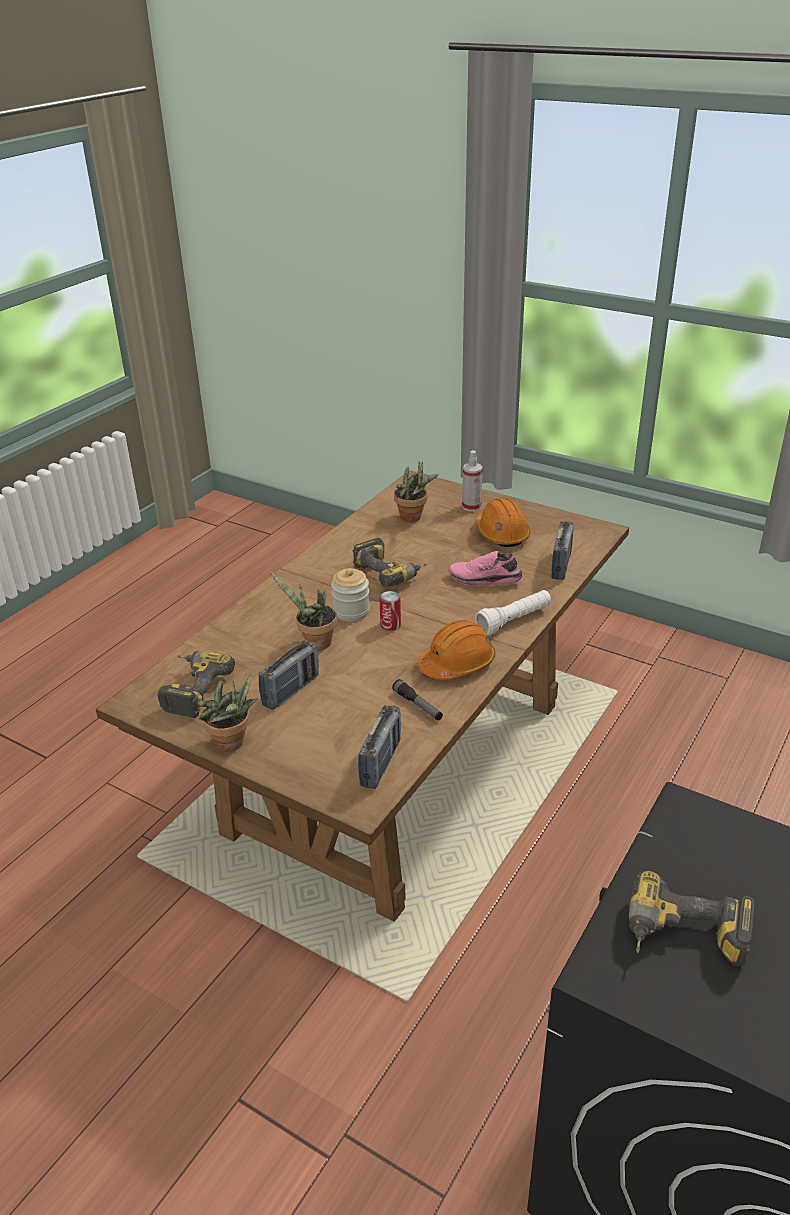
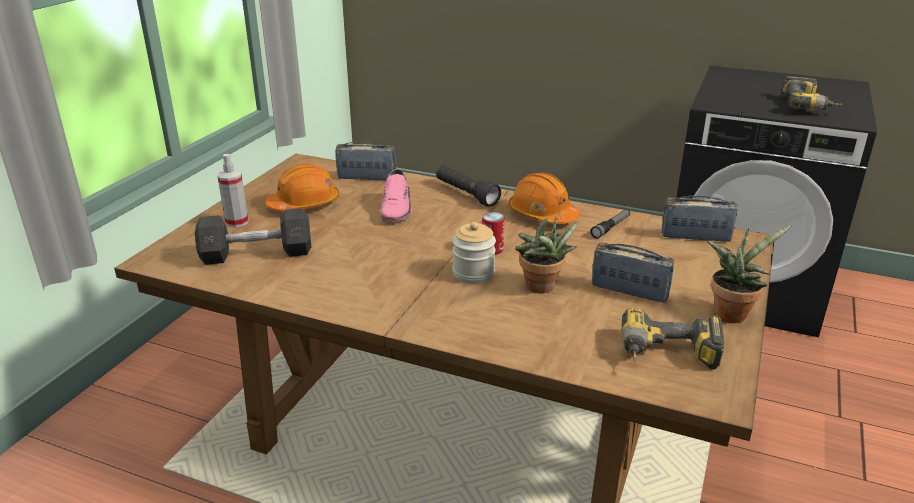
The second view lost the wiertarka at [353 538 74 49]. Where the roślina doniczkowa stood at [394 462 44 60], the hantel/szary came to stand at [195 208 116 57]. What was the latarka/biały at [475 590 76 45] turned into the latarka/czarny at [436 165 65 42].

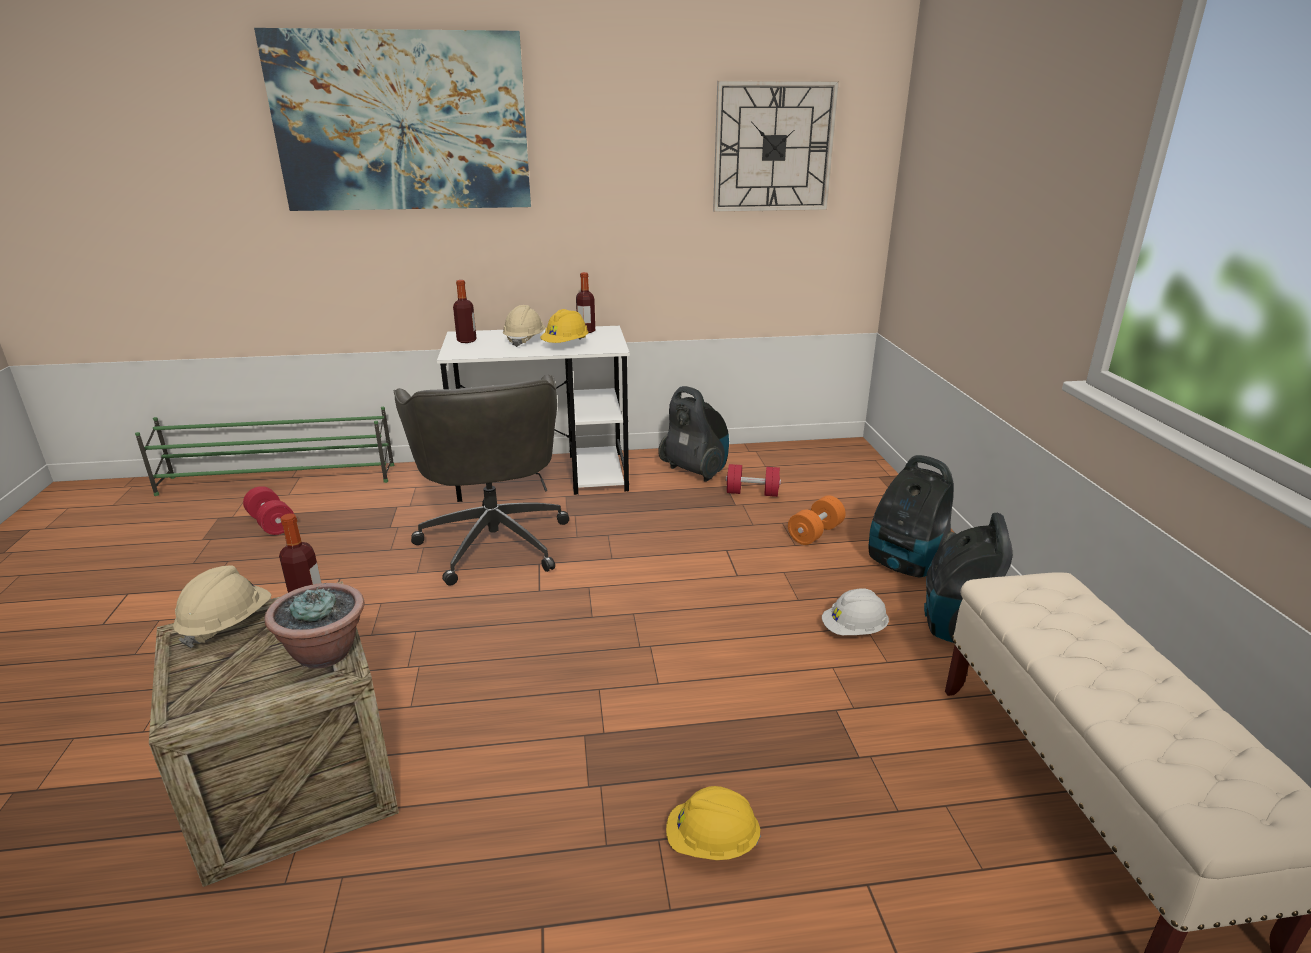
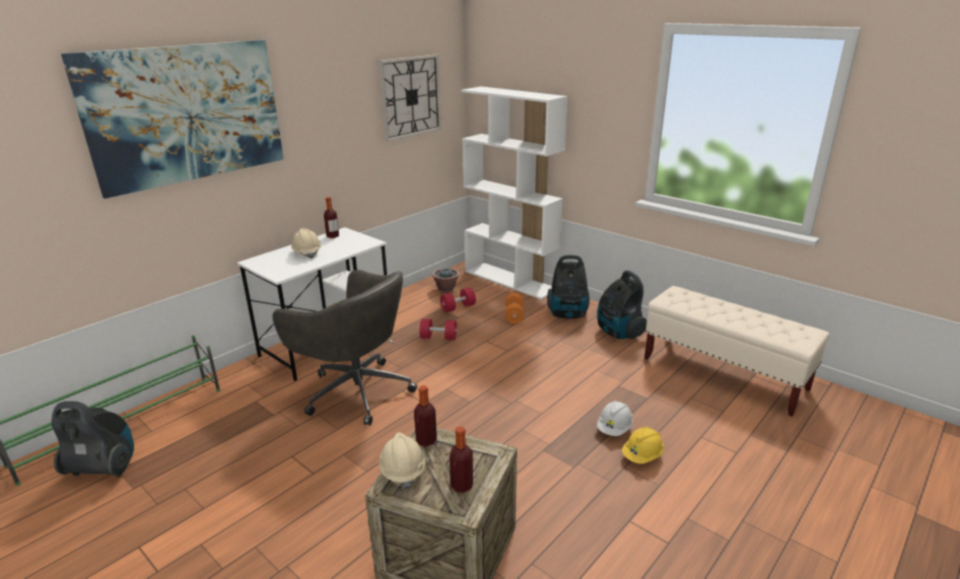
The second view lost the kask/żółty at [541 309 47 34]. The second view gained the regał/biały at [461 86 107 214]. The hantel/czerwony ended up elsewhere, having gone from [243 486 51 49] to [420 319 37 21]. The roślina doniczkowa ended up elsewhere, having gone from [265 583 99 85] to [432 267 28 25]. The butelka ended up elsewhere, having gone from [453 280 24 63] to [449 426 24 67]. The odkurzacz ended up elsewhere, having gone from [658 386 71 96] to [51 401 83 76]. The kask/biały ended up elsewhere, having gone from [822 588 67 47] to [597 401 36 35].

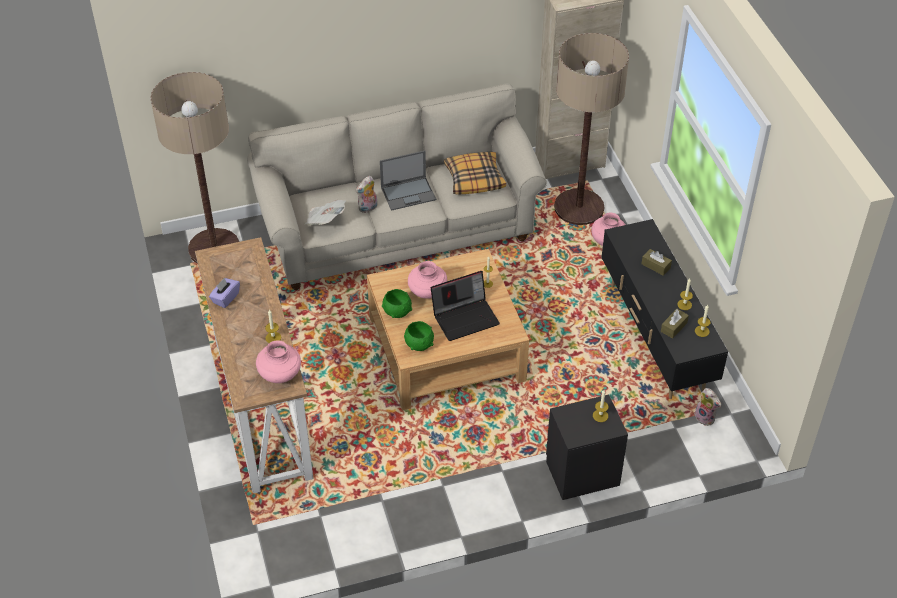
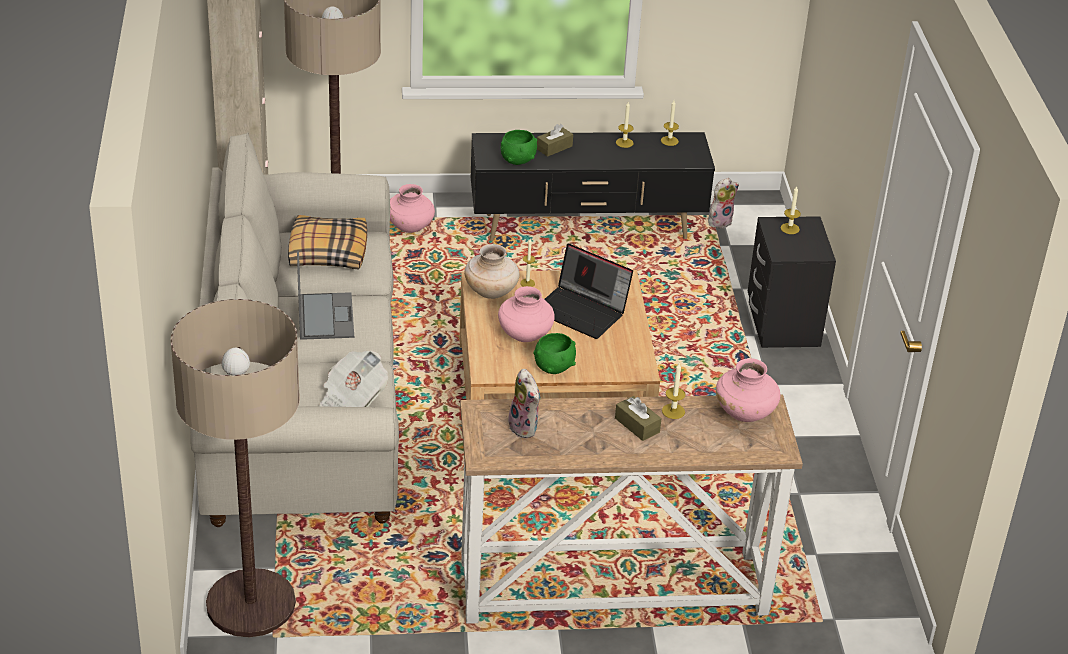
The second view lost the pudełko chusteczek/fioletowy at [209 278 31 30]. The second view gained the wazon/beżowy at [464 244 55 55]. The pluszak ended up elsewhere, having gone from [355 176 23 37] to [508 369 33 69]. The miska/zielony ended up elsewhere, having gone from [404 321 30 30] to [501 130 36 35]. The pudełko chusteczek/brązowy ended up elsewhere, having gone from [661 309 28 29] to [615 396 47 45]. The laptop at [431 271 69 70] ended up facing another way, 135 degrees clockwise from before.

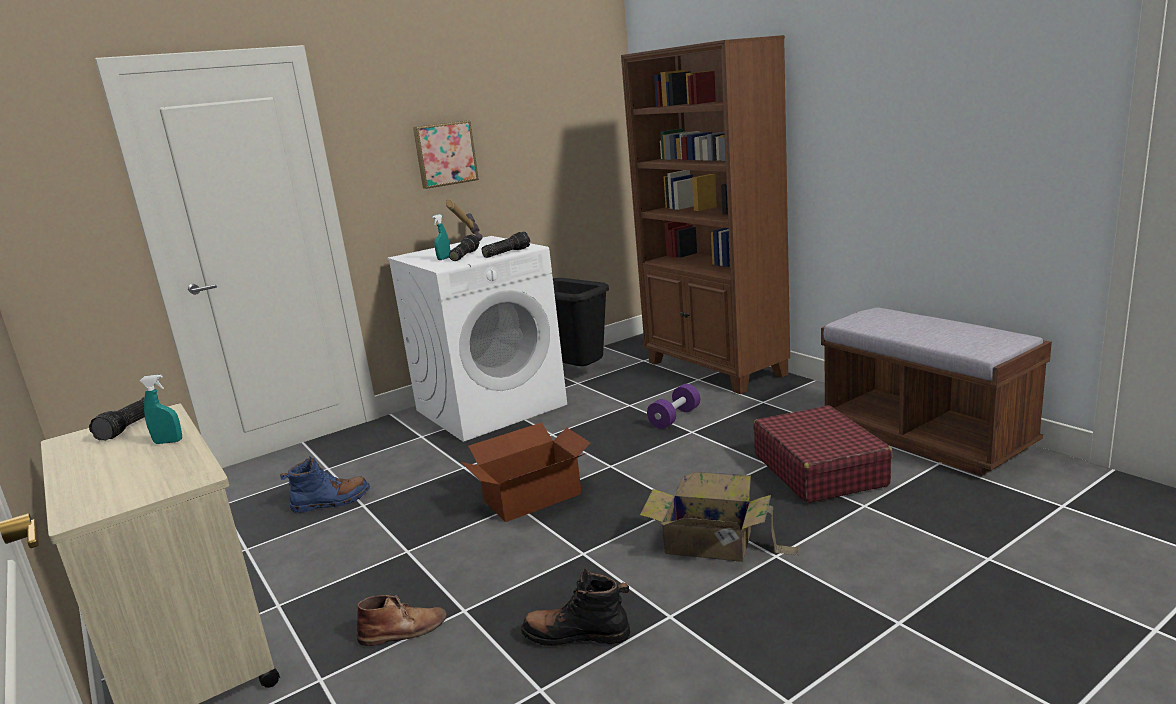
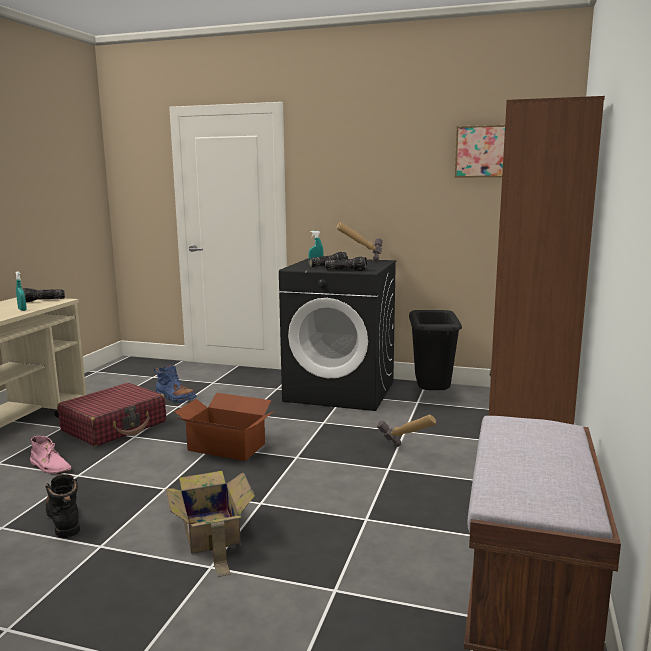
The obraz ended up elsewhere, having gone from [413 120 66 69] to [455 125 50 53]. The walizka/czerwony ended up elsewhere, having gone from [753 406 140 97] to [57 383 109 63]. Where the hantel/fioletowy stood at [647 384 53 45], the młotek came to stand at [377 415 59 32]. What was the but z cholewką/brązowy at [357 595 90 51] turned into the but z cholewką/różowy at [30 436 42 38]. What was the pralka/biały at [387 236 180 206] turned into the pralka/czarny at [279 258 117 153].

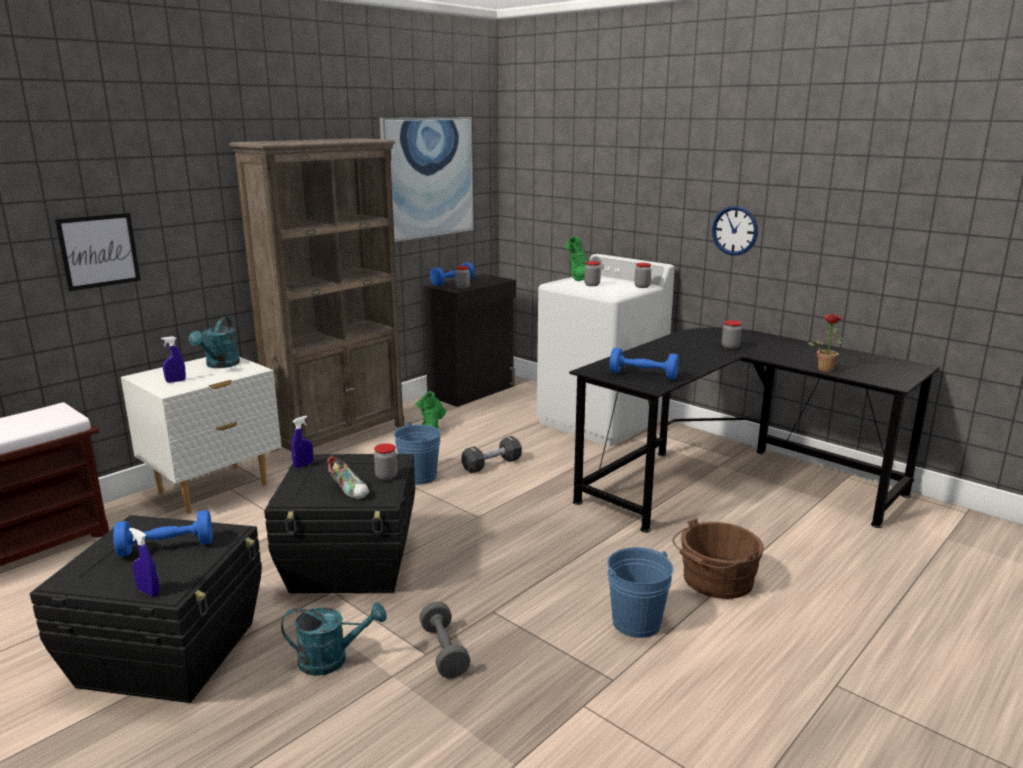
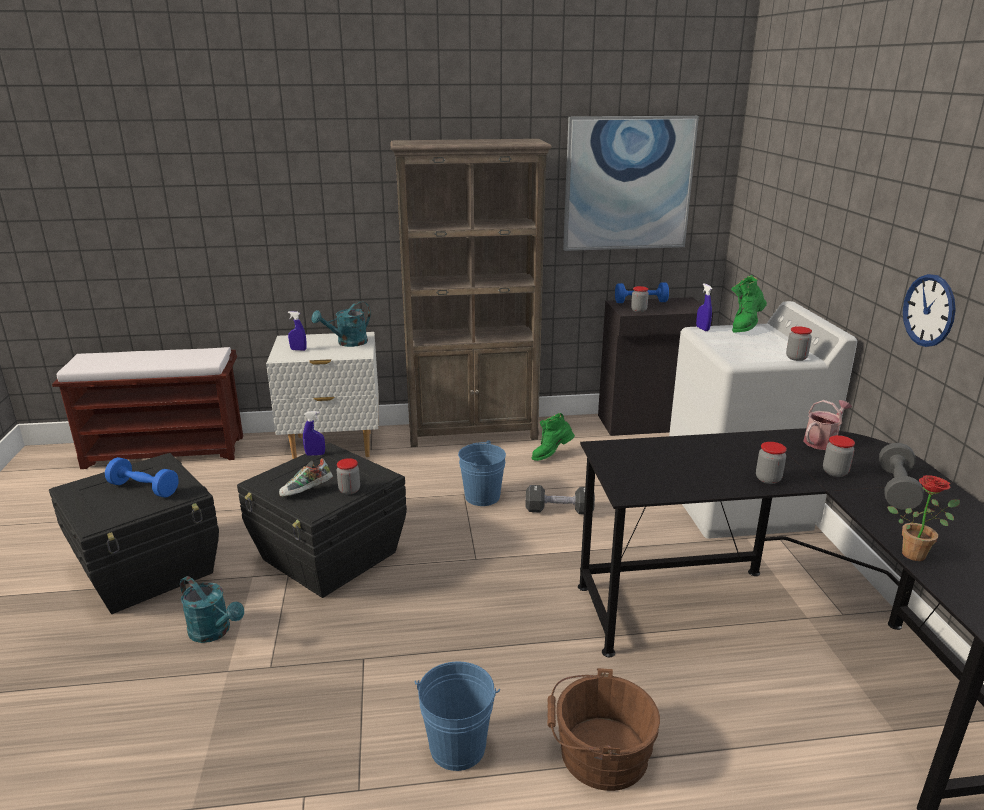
The second view lost the obraz at [55 213 86 78]. The second view lost the hantel/niebieski at [609 348 70 32]. The second view gained the konewka at [803 400 49 50]. The spryskiwacz/niebieski ended up elsewhere, having gone from [129 528 31 68] to [696 283 16 48]. The hantel/szary ended up elsewhere, having gone from [420 602 51 76] to [879 443 45 67]. The słoik ended up elsewhere, having gone from [584 261 17 25] to [756 442 31 42]. The but at [327 456 42 43] ended up facing another way, 60 degrees clockwise from before.

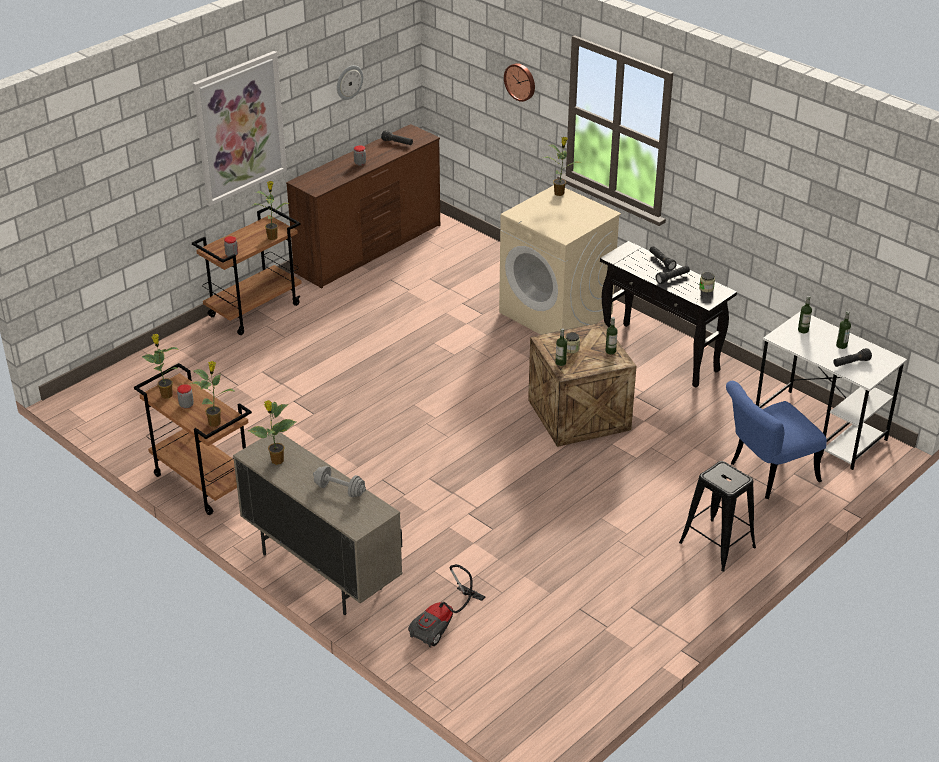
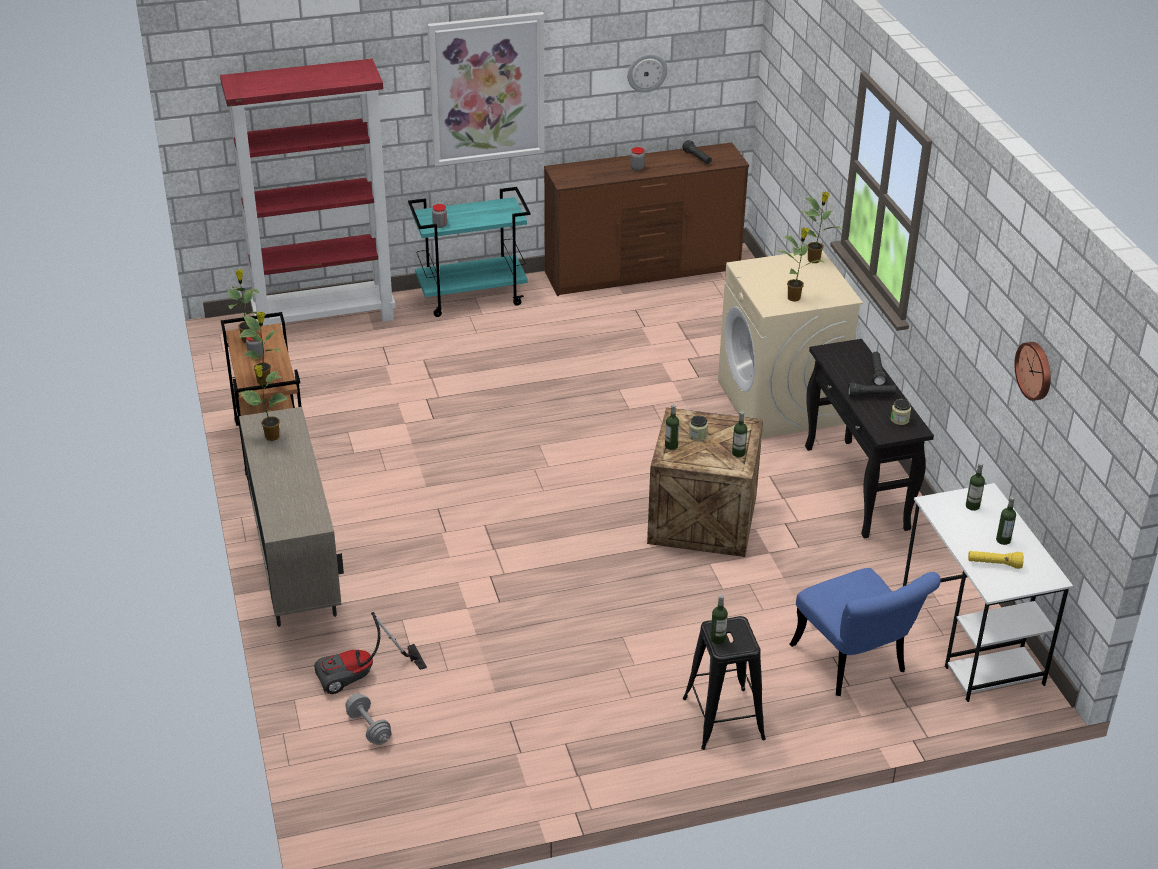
The second view gained the regał/czerwony at [220 59 176 267]. The second view gained the butelka at [710 595 18 49]. The roślina doniczkowa ended up elsewhere, having gone from [251 181 39 59] to [775 227 48 75]. The hantel/szary ended up elsewhere, having gone from [313 466 53 31] to [345 693 47 52]. The zegar ścienny ended up elsewhere, having gone from [504 63 31 39] to [1014 342 37 59]. What was the wózek/brązowy at [192 206 110 129] turned into the wózek/turkusowy at [408 187 123 130]. What was the latarka/czarny at [833 348 39 19] turned into the latarka/żółty at [968 551 56 18]. The krzesło/niebieski at [726 381 101 118] ended up facing another way, 120 degrees counterclockwise from before.

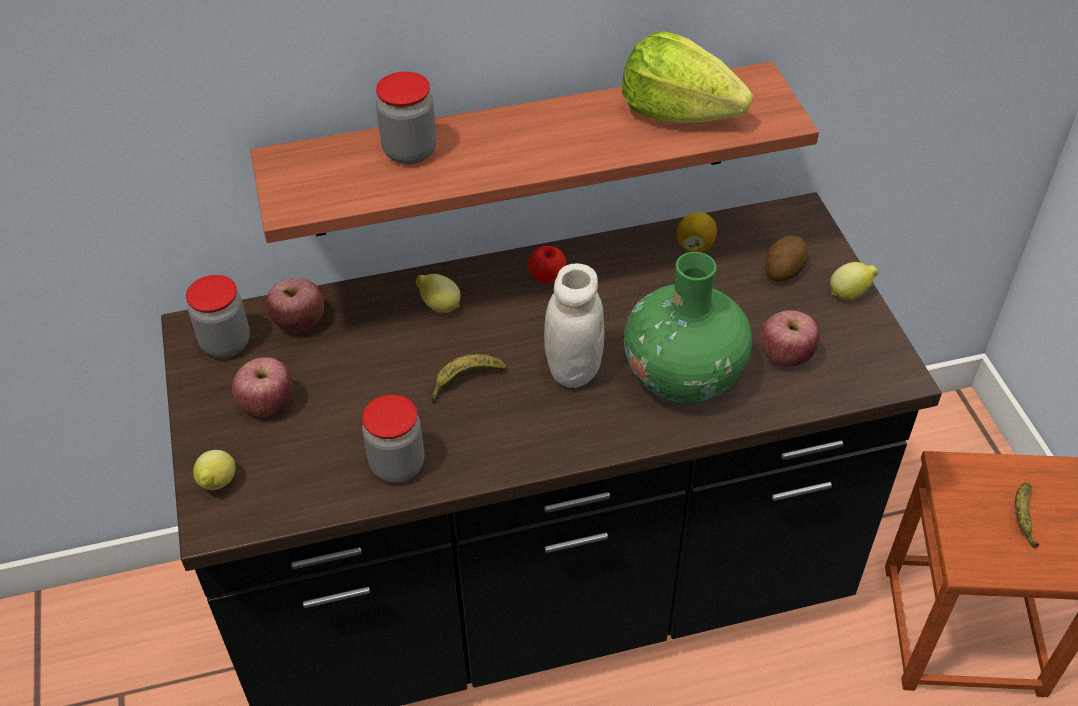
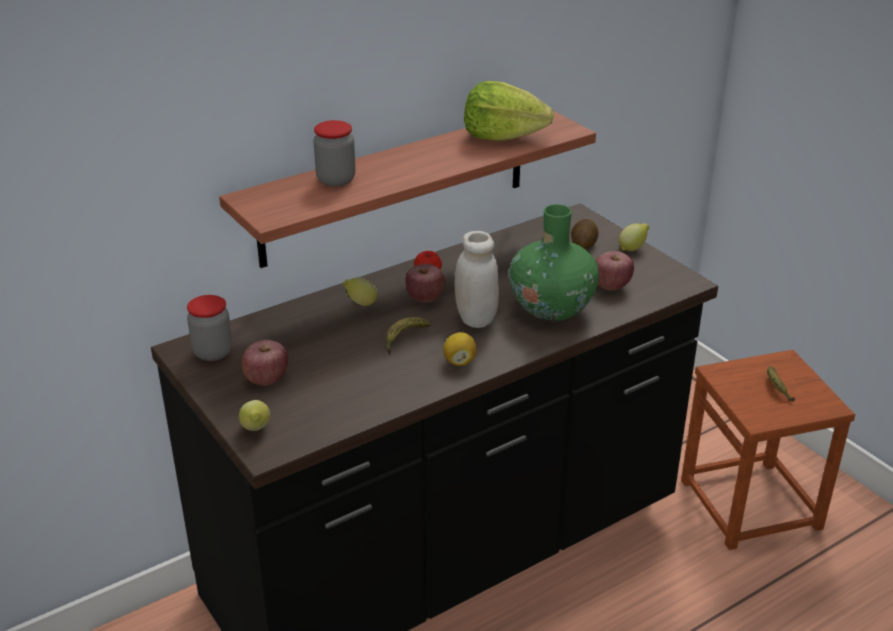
The second view lost the słoik at [362 394 62 89]. The jabłko ended up elsewhere, having gone from [266 278 58 53] to [405 264 40 38]. The cytryna ended up elsewhere, having gone from [677 212 40 40] to [443 332 34 34].

